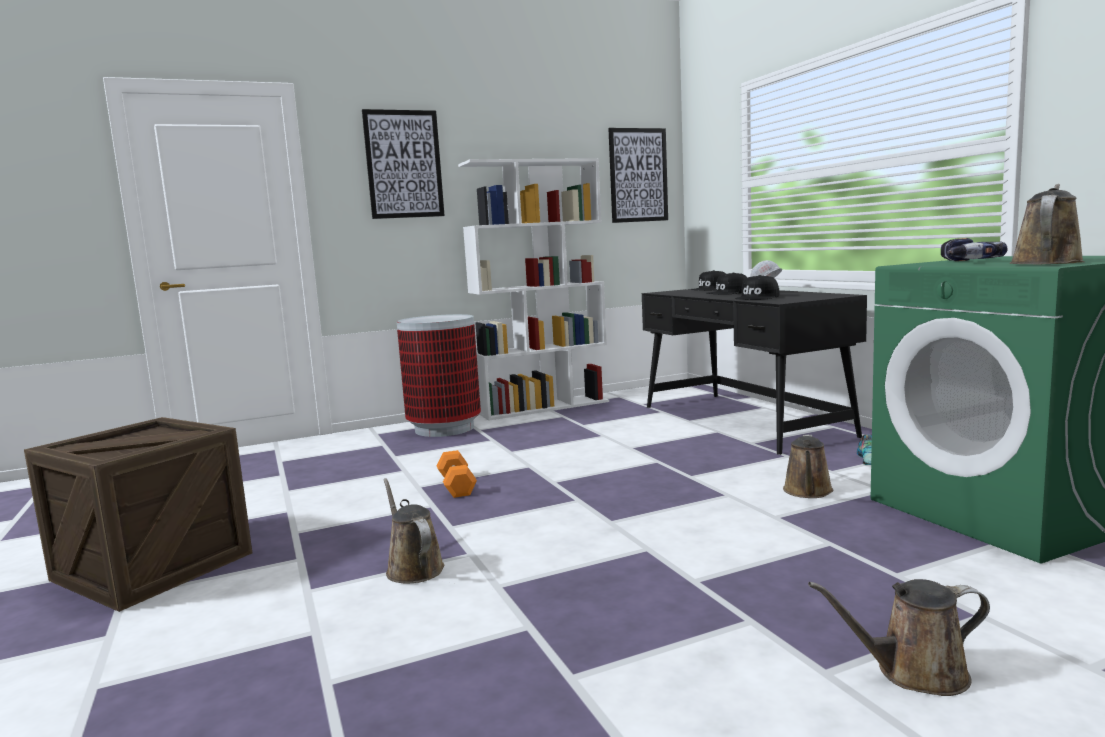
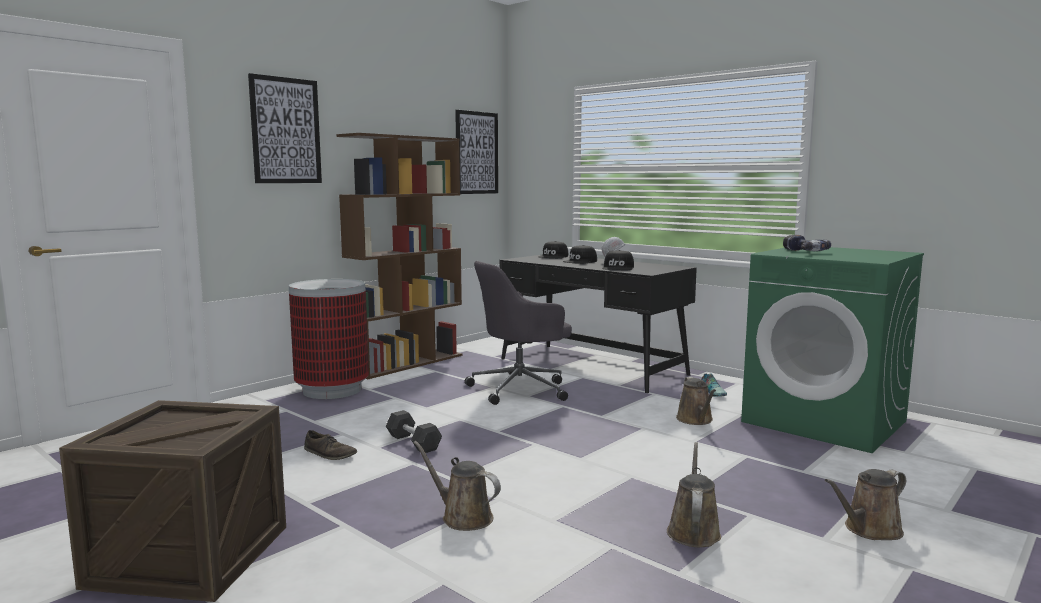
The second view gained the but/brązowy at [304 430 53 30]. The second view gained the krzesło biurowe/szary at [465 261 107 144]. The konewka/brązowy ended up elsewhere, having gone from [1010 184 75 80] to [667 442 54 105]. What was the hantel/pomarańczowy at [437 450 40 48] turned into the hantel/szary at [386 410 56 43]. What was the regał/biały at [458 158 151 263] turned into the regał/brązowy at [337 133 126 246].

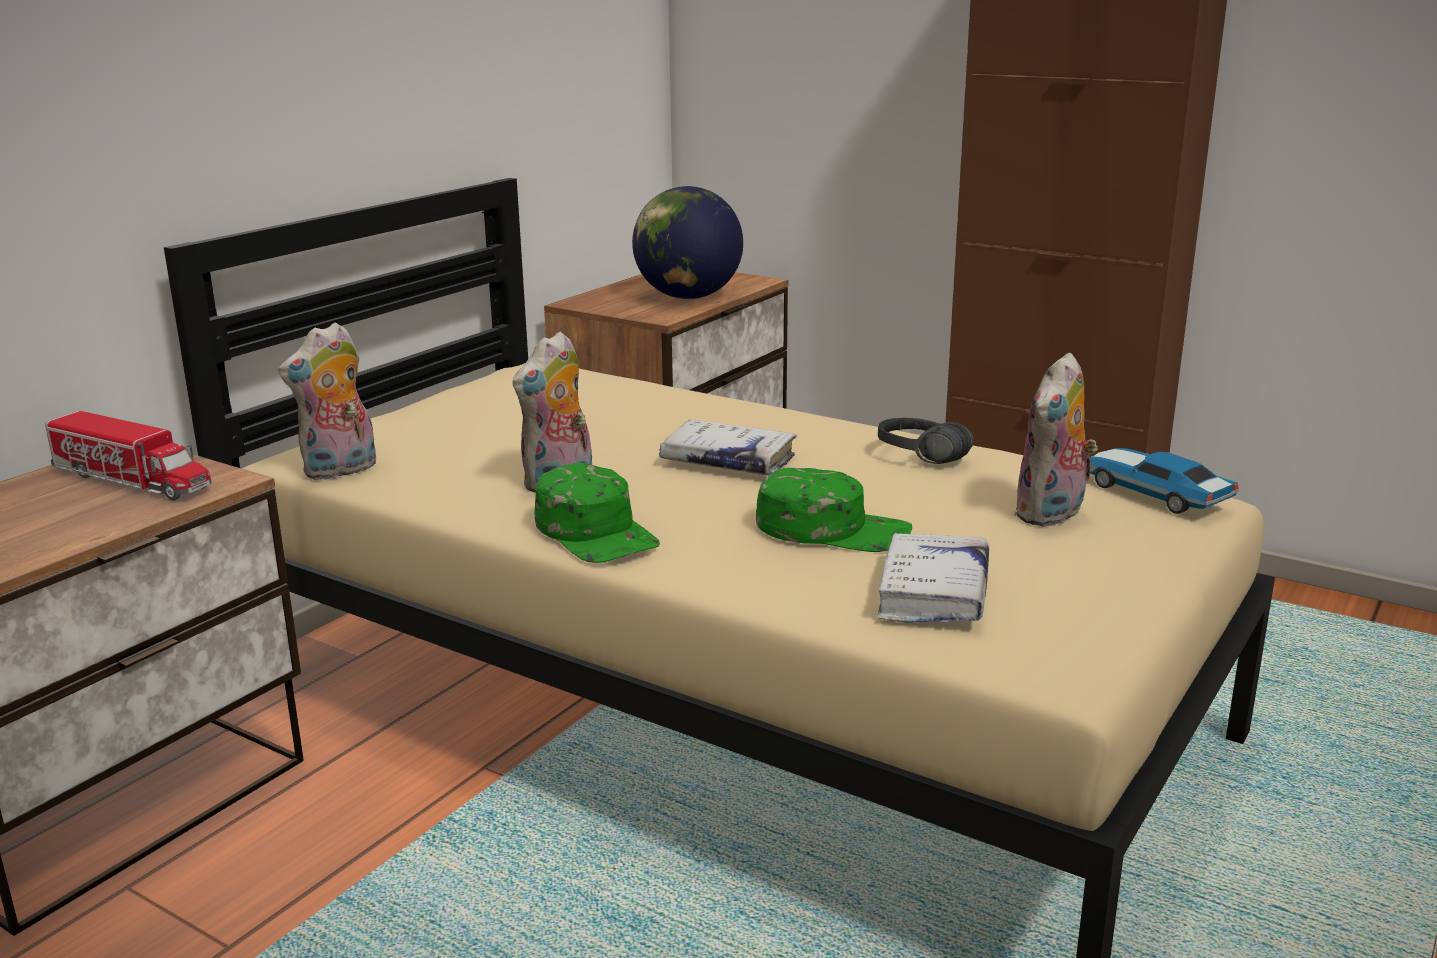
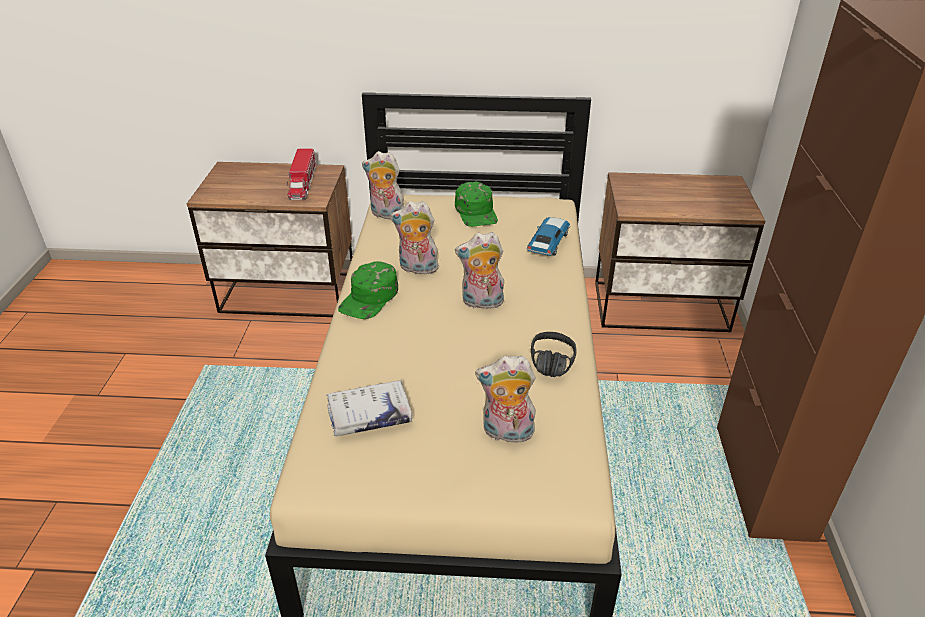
The second view lost the globus at [632 186 111 113]. The czapka z daszkiem/zielony ended up elsewhere, having gone from [756 468 156 84] to [455 181 43 46]. The samochodzik ended up elsewhere, having gone from [1089 448 150 66] to [526 217 44 39]. Where the książka/biały stood at [659 419 138 56], the pluszak came to stand at [455 232 49 77].

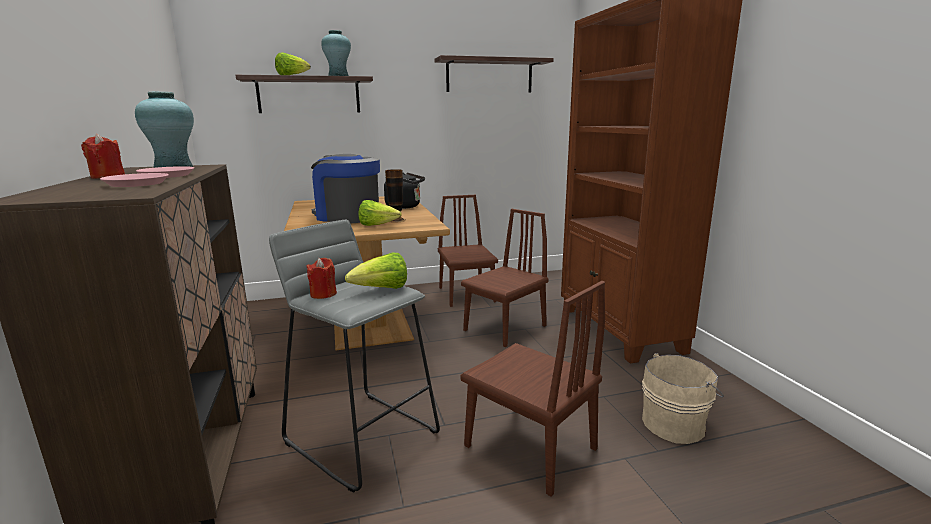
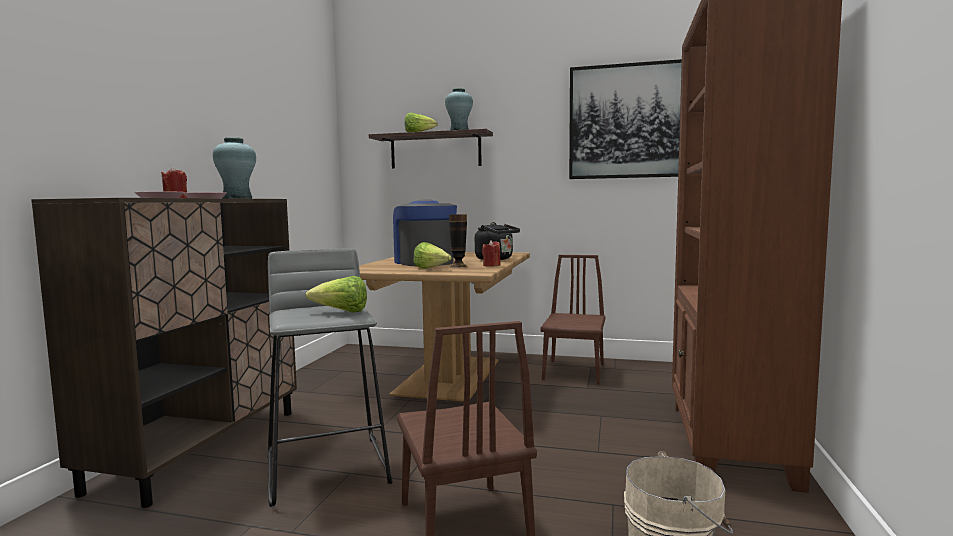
The second view lost the krzesło/brązowy at [461 209 88 138]. The świeca/czerwony ended up elsewhere, having gone from [307 258 30 41] to [482 240 19 27]. Where the półka hung at [435 55 119 37], the obraz came to hang at [569 59 113 120].

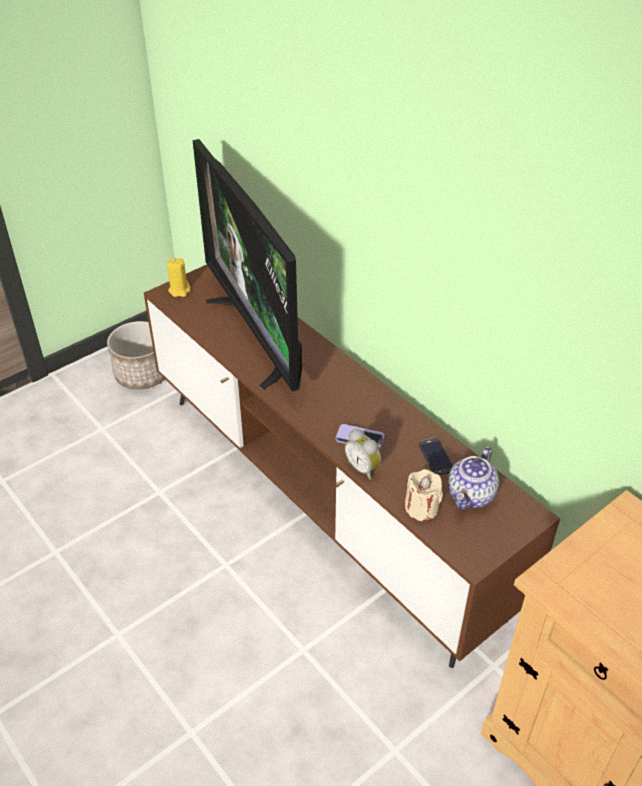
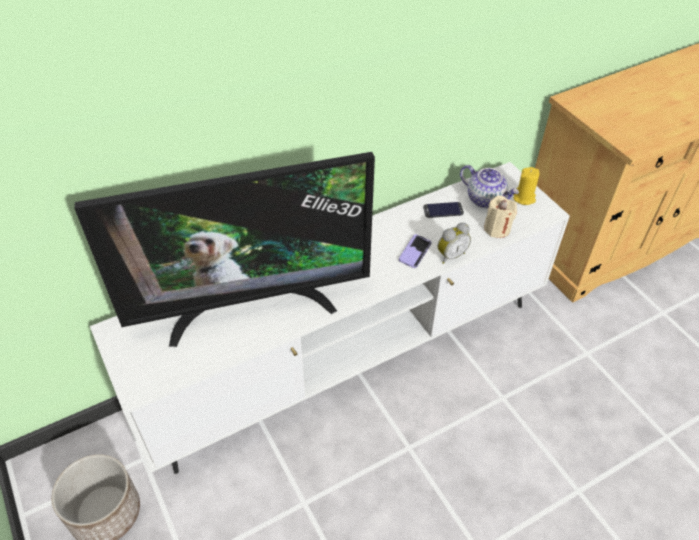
The świeca/żółty ended up elsewhere, having gone from [167 258 24 39] to [513 167 27 38]. What was the szafka pod telewizor/brązowy at [144 265 416 403] turned into the szafka pod telewizor/biały at [90 162 480 312].

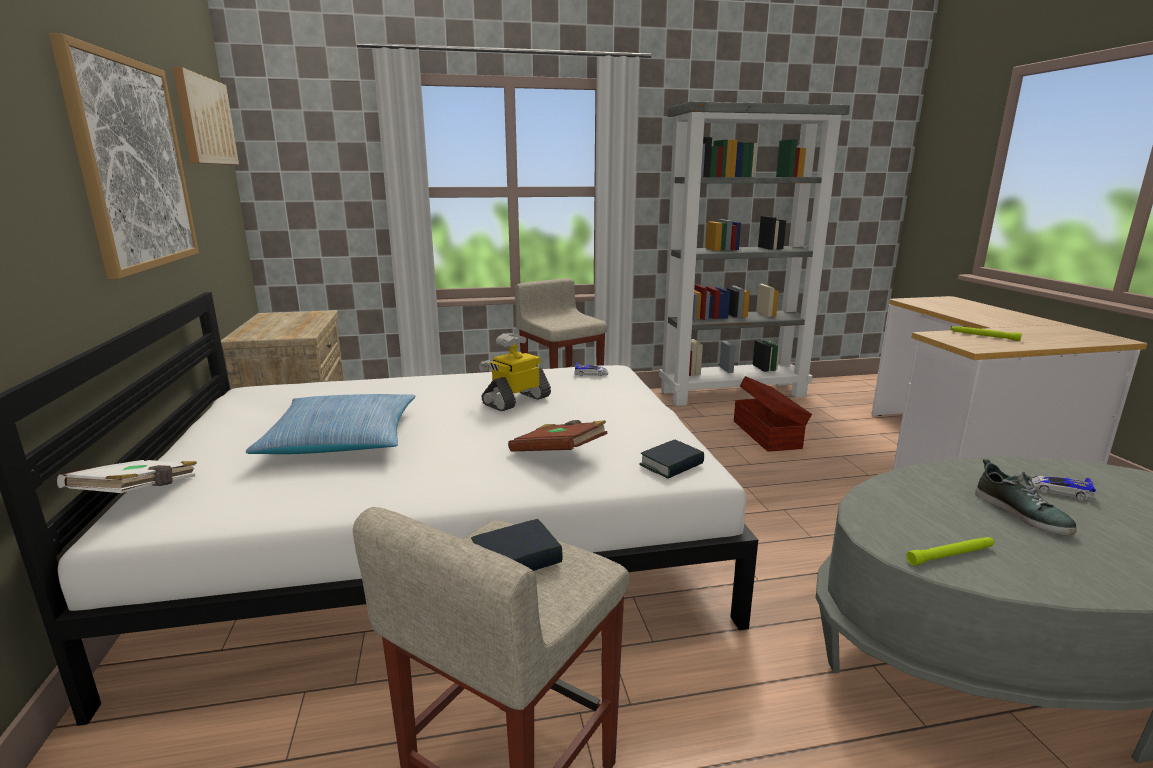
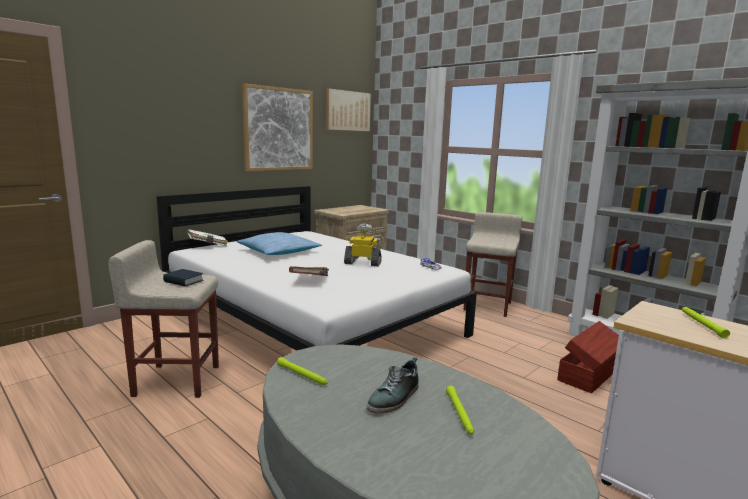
The second view lost the książka at [639 440 65 39]. Where the samochodzik stood at [1031 476 65 25], the latarka/zielony came to stand at [446 386 28 49].

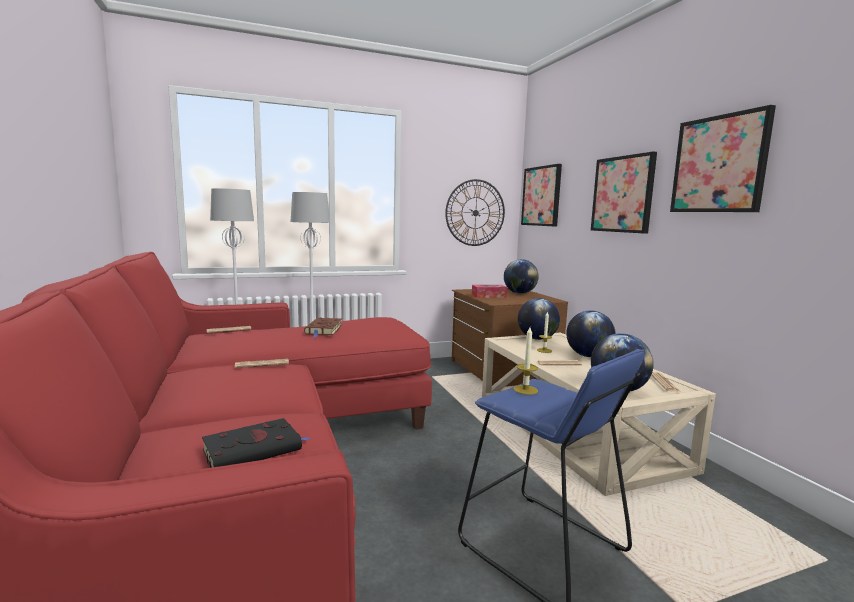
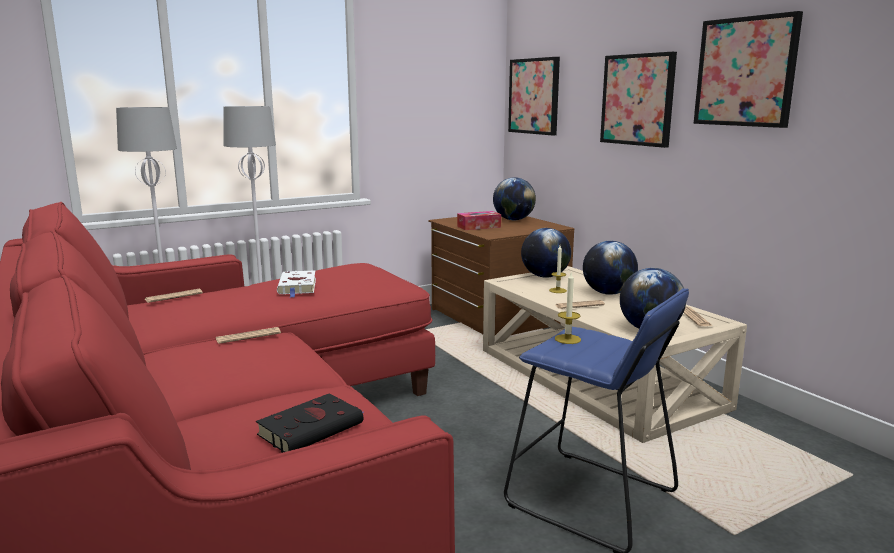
The second view lost the zegar ścienny at [445 179 60 67]. What was the książka/brązowy at [304 318 38 19] turned into the książka/biały at [277 270 39 28].

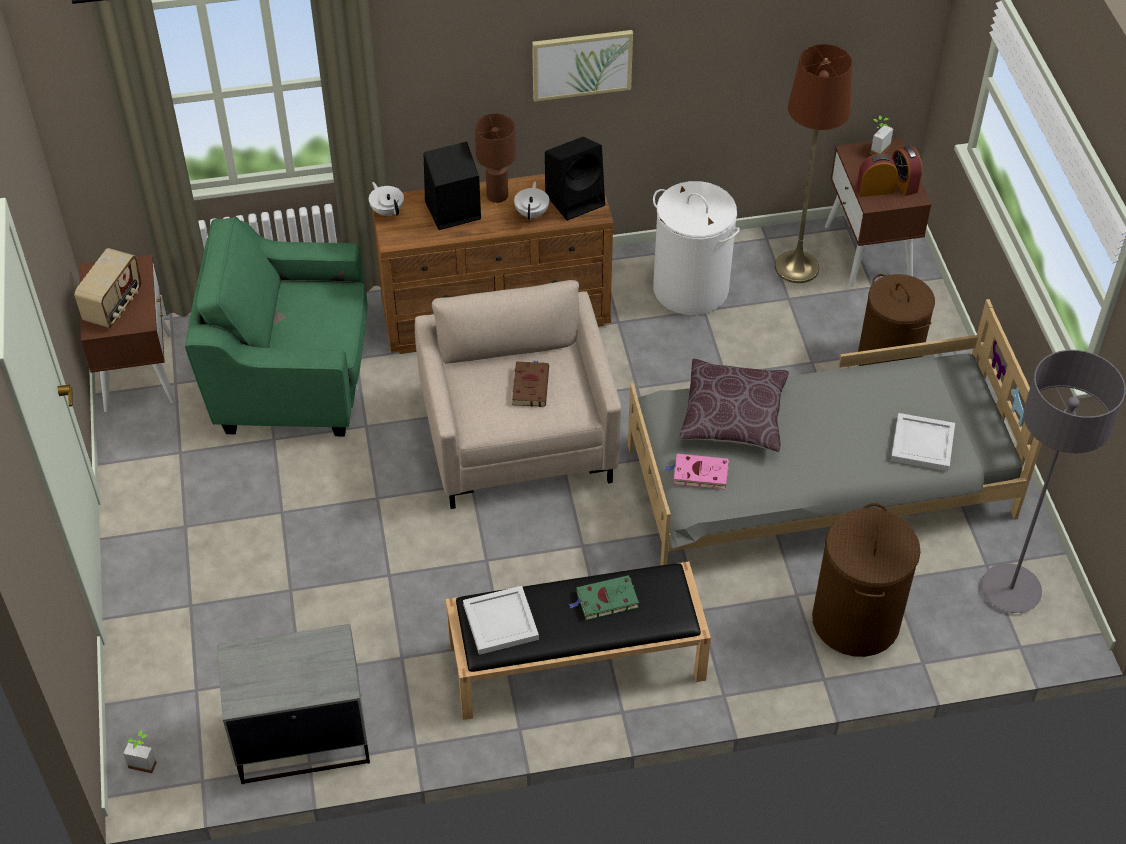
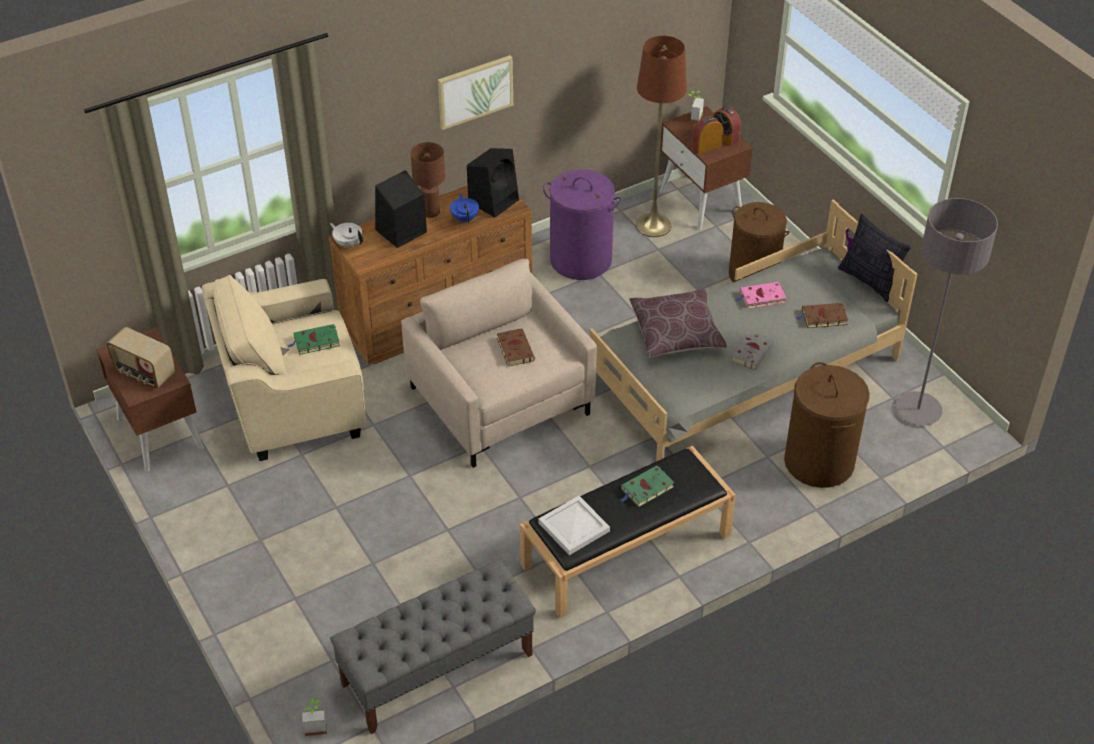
The second view gained the książka/zielony at [288 324 52 31]. The second view gained the książka/szary at [731 331 42 39]. The second view gained the poduszka at [838 213 73 89]. The książka/różowy ended up elsewhere, having gone from [665 454 64 36] to [735 282 51 27]. Where the szafka nocna/szary stood at [217 624 153 160], the ławka/szary came to stand at [330 559 206 175]. Where the taca/biały stood at [891 413 64 58], the książka/brązowy came to stand at [796 303 52 25]. What was the fotel/zielony at [185 217 183 219] turned into the fotel/beżowy at [201 275 165 186]. What was the imbryk/biały at [514 181 35 39] turned into the imbryk/niebieski at [450 193 29 30]. What was the kosz na pranie/biały at [653 181 87 134] turned into the kosz na pranie/fioletowy at [543 169 78 111]. The radio at [74 248 68 80] ended up facing another way, 120 degrees clockwise from before.

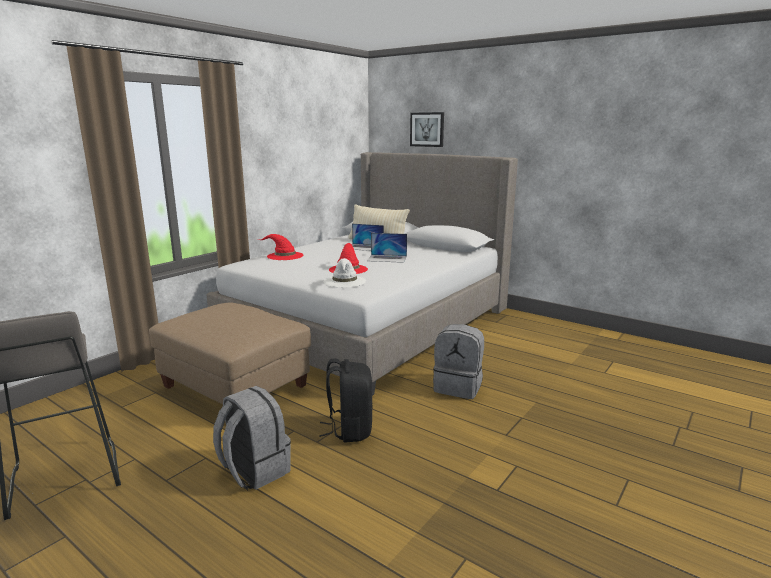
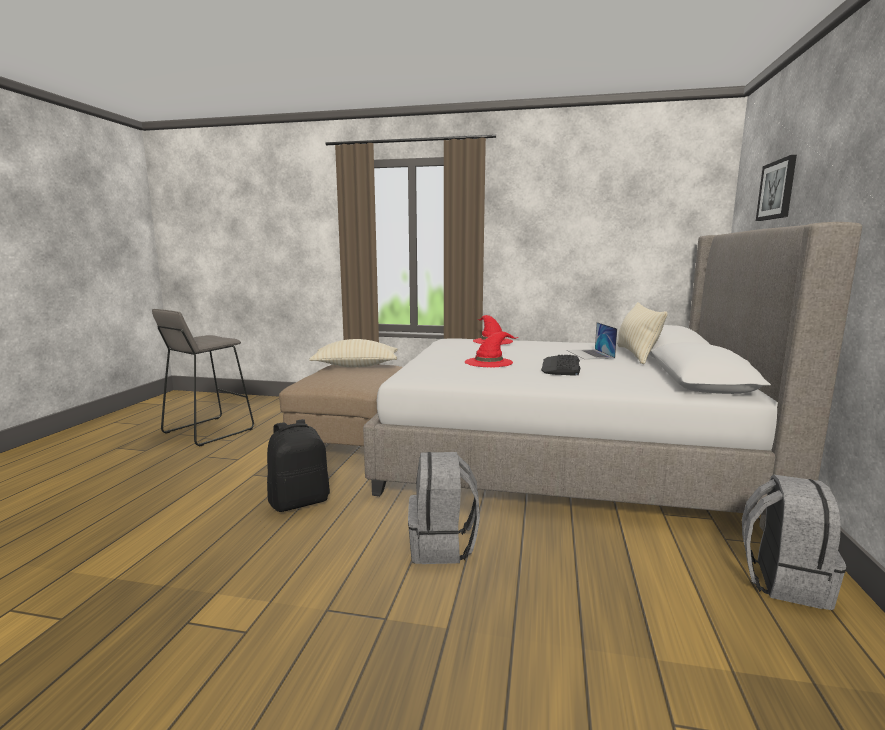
The second view lost the kapelusz/biały at [324 258 42 29]. The second view gained the poduszka/beżowy at [309 339 88 28]. The plecak/szary ended up elsewhere, having gone from [213 386 78 104] to [742 474 104 136]. Where the laptop stood at [367 233 40 30], the klawiatura came to stand at [541 355 39 21].

